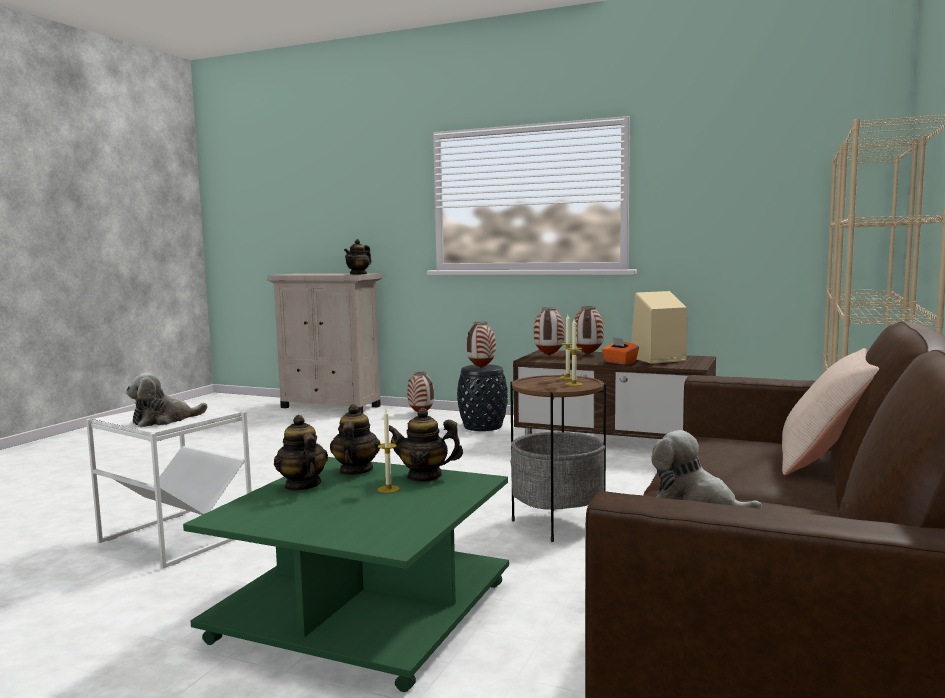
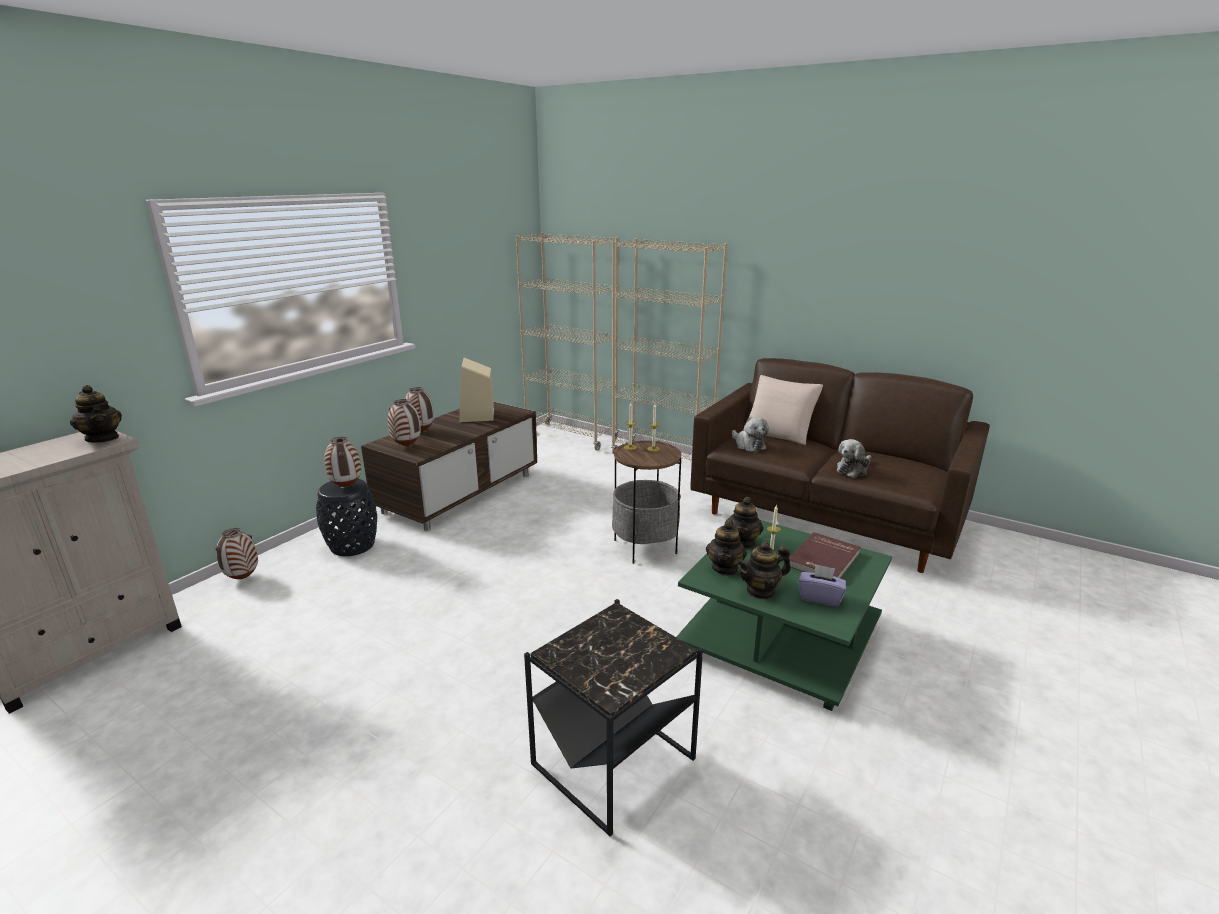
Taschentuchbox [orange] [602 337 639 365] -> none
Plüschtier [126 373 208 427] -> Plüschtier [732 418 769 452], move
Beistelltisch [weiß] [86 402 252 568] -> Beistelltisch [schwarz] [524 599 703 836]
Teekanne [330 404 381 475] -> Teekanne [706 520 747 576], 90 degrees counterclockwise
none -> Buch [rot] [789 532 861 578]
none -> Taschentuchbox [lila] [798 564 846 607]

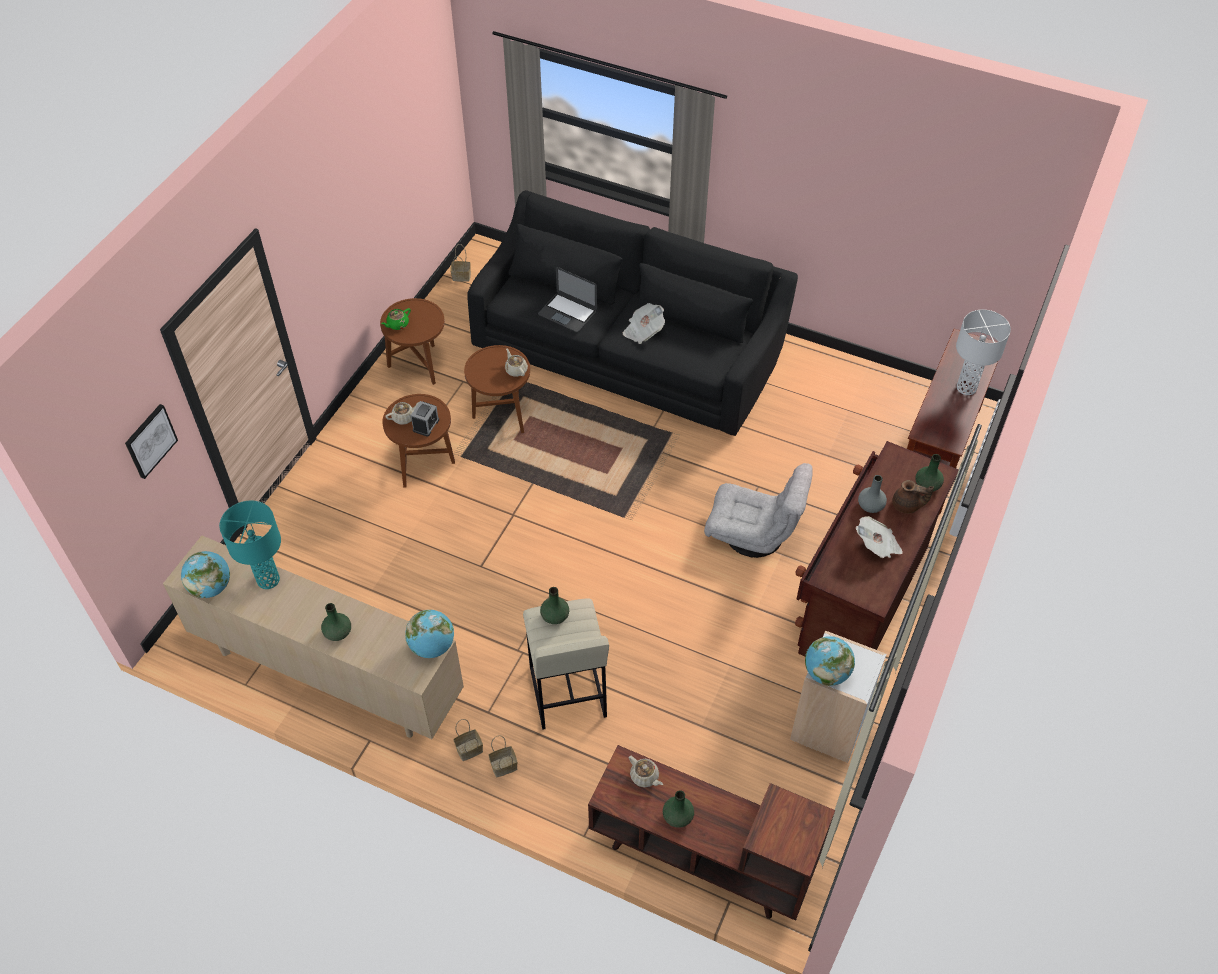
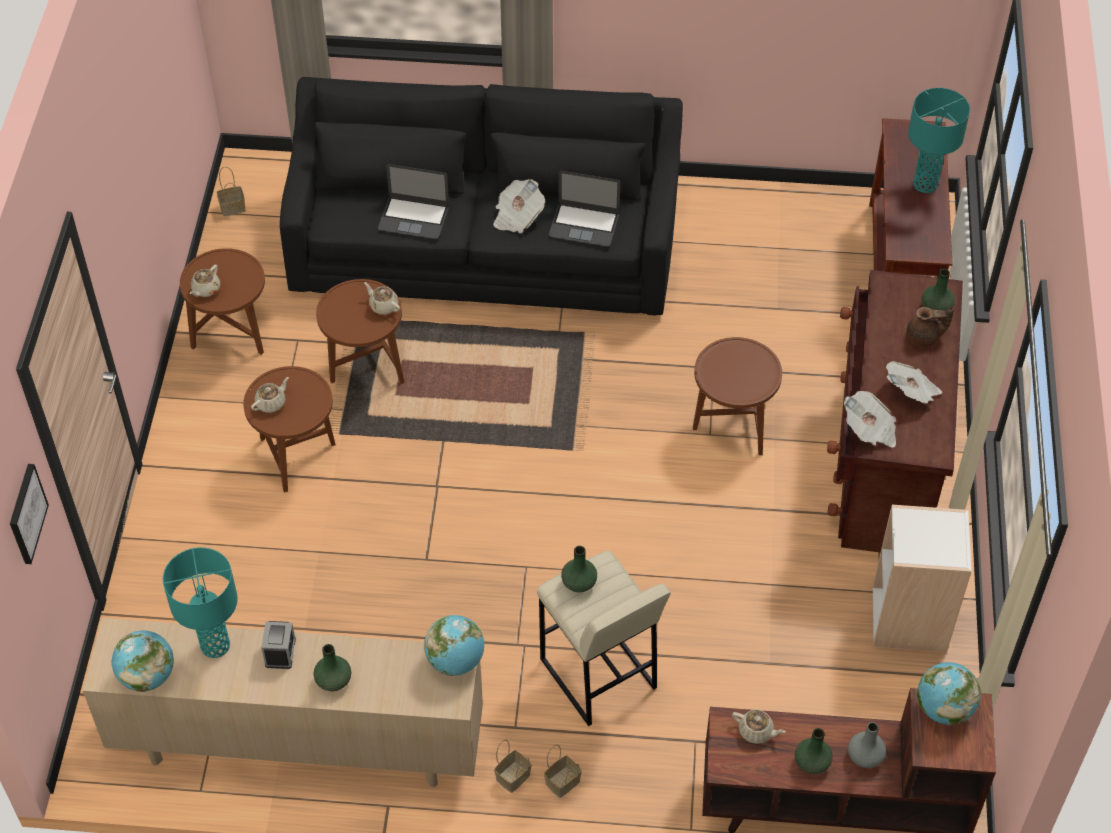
Teekanne [grün] [381 308 411 330] -> Teekanne [beige] [190 265 220 297]
Tischlampe [weiß] [956 310 1011 395] -> Tischlampe [türkis] [908 88 970 193]
Wecker [411 401 439 437] -> Wecker [261 621 296 669], move
Sessel [grau] [704 463 813 558] -> Beistelltisch [braun] [693 337 782 455]
Vase [grau] [858 475 887 513] -> Vase [grau] [848 722 886 768], move
Globus [805 636 855 686] -> Globus [917 662 981 725], move
none -> Laptop [549 171 621 247]
none -> Zeitung [844 391 896 448]

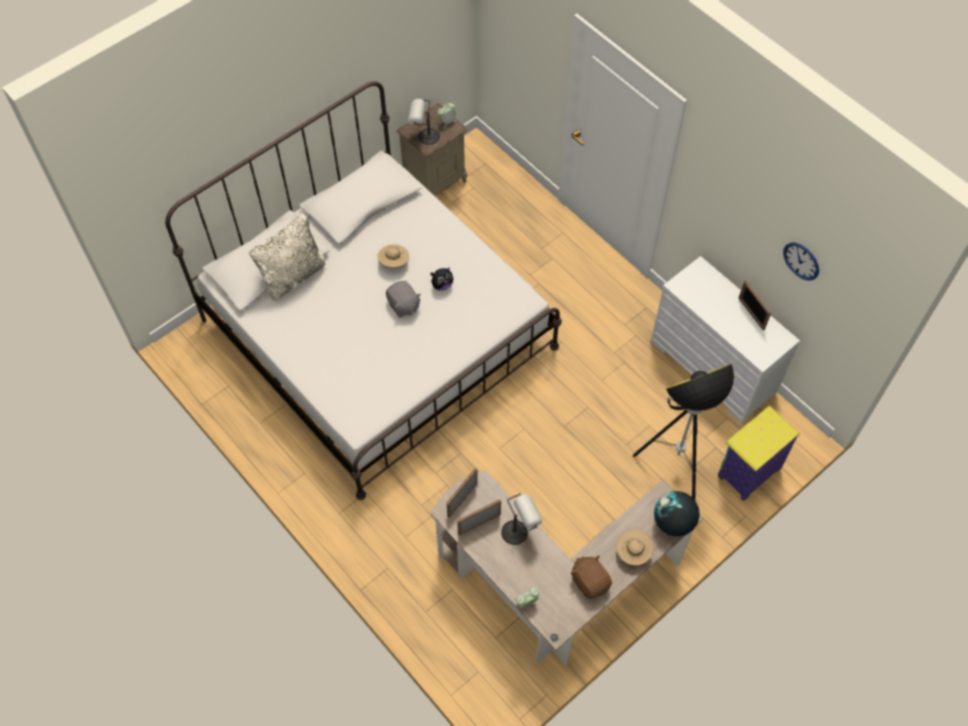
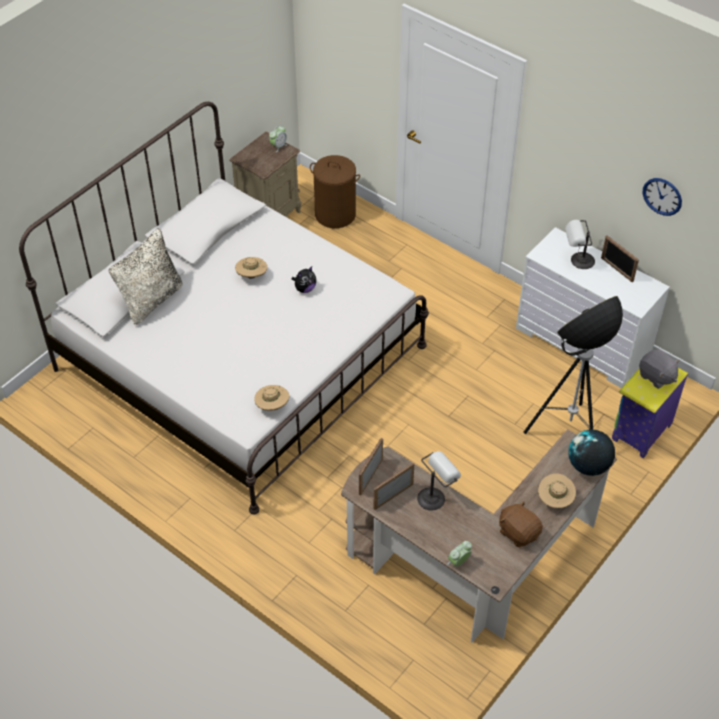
Tischlampe [408 99 440 145] -> Tischlampe [565 220 595 269], move
Plüschtier [grau] [386 281 421 318] -> Plüschtier [grau] [639 349 680 389], move
none -> Wäschekorb [braun] [310 155 360 228]
none -> Hut [beige] [254 385 289 411]

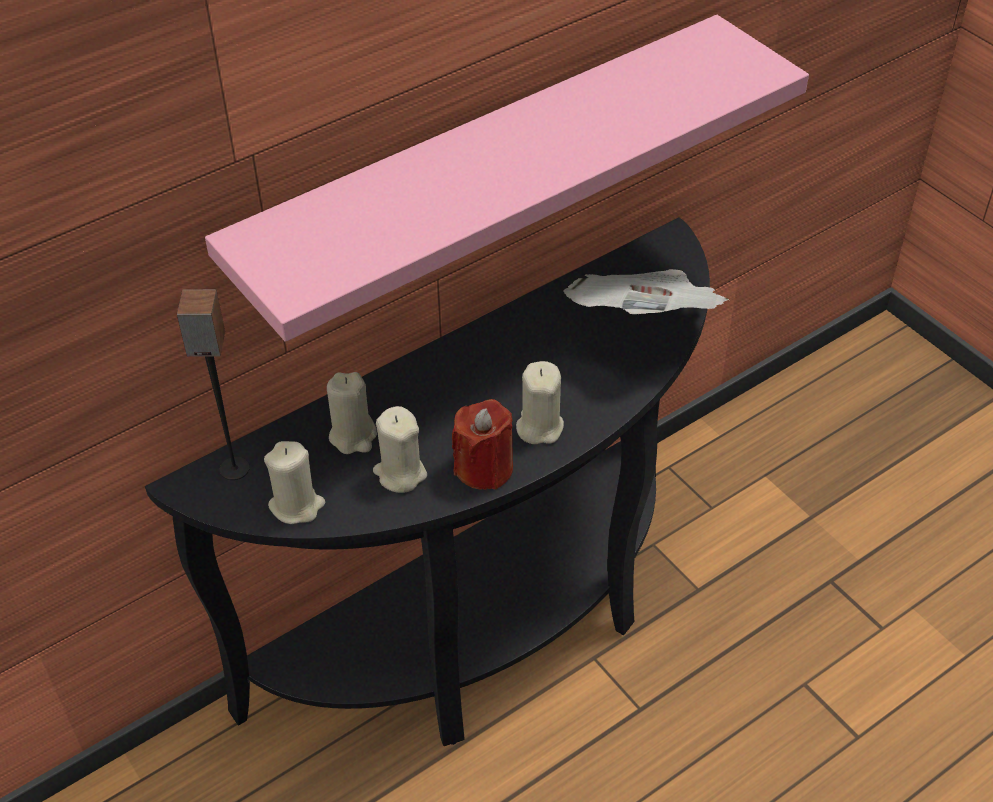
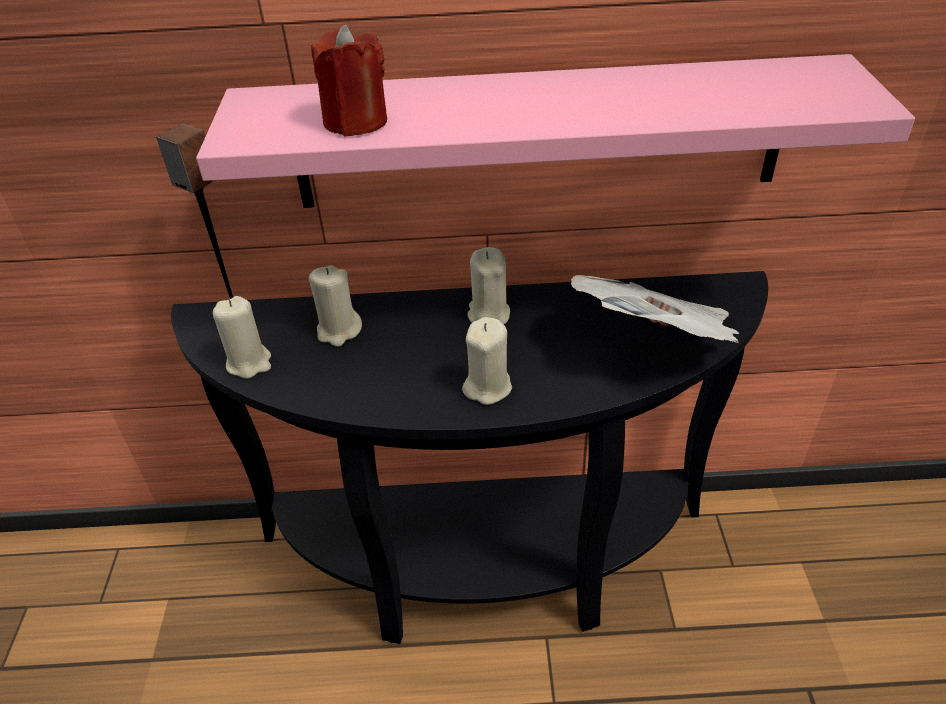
Kerze [rot] [452 399 513 490] -> Kerze [rot] [311 25 387 136], move
Kerze [beige] [373 406 427 493] -> Kerze [beige] [467 247 510 324], move

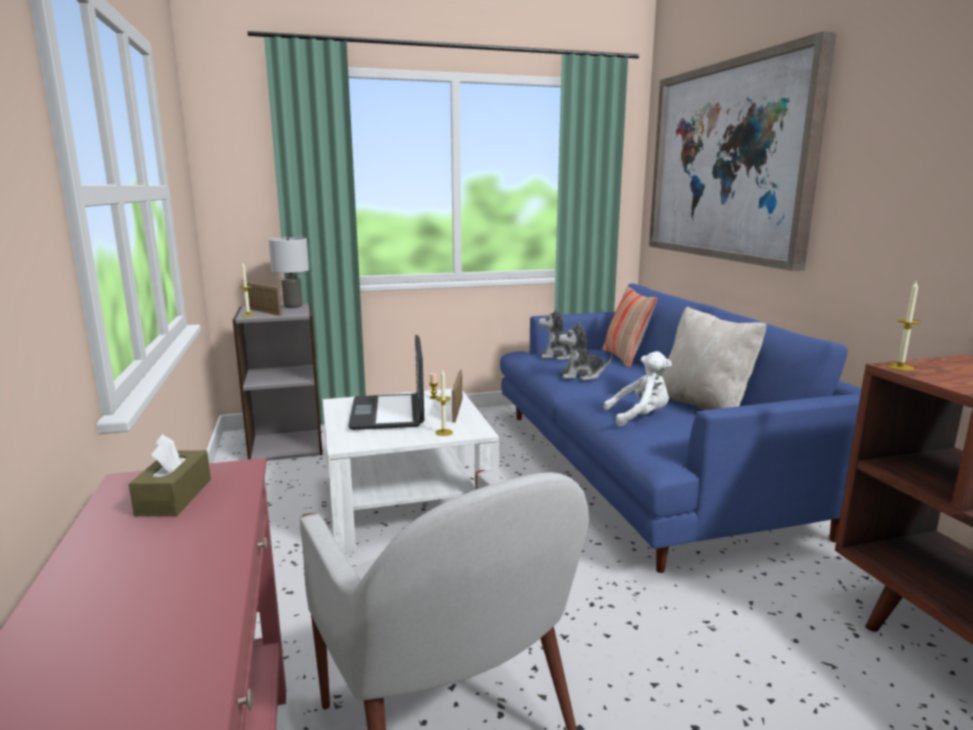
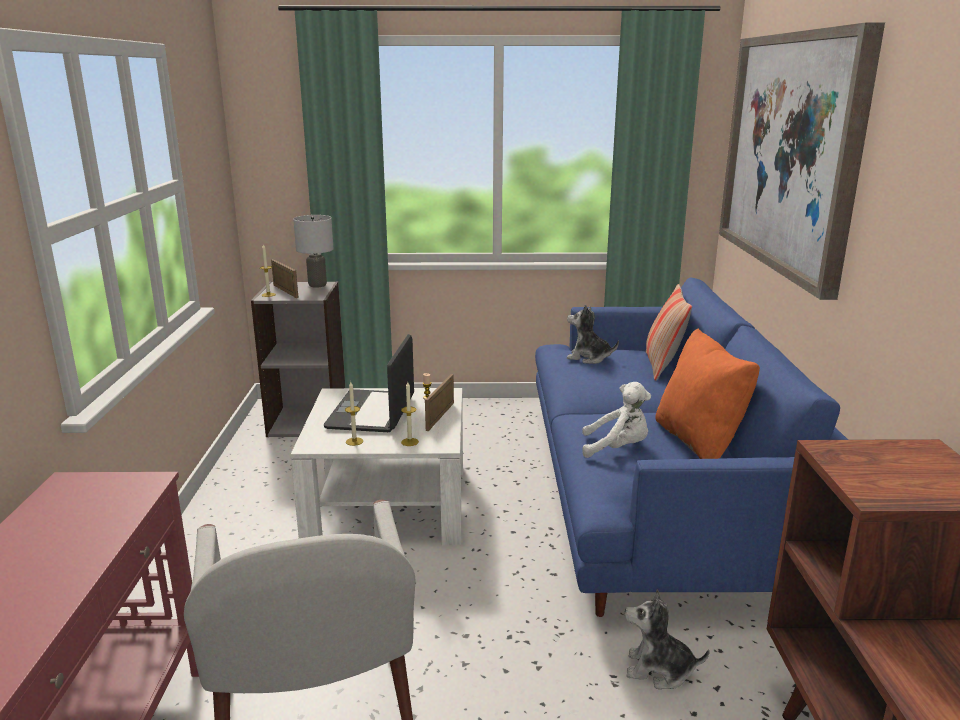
Kerze [887 281 921 371] -> Kerze [345 382 363 446], move
Kissen [beige] [662 307 767 410] -> Kissen [orange] [655 328 760 459]
Plüschtier [558 322 612 381] -> Plüschtier [625 589 710 689], move
Taschentuchbox [braun] [129 434 211 516] -> none

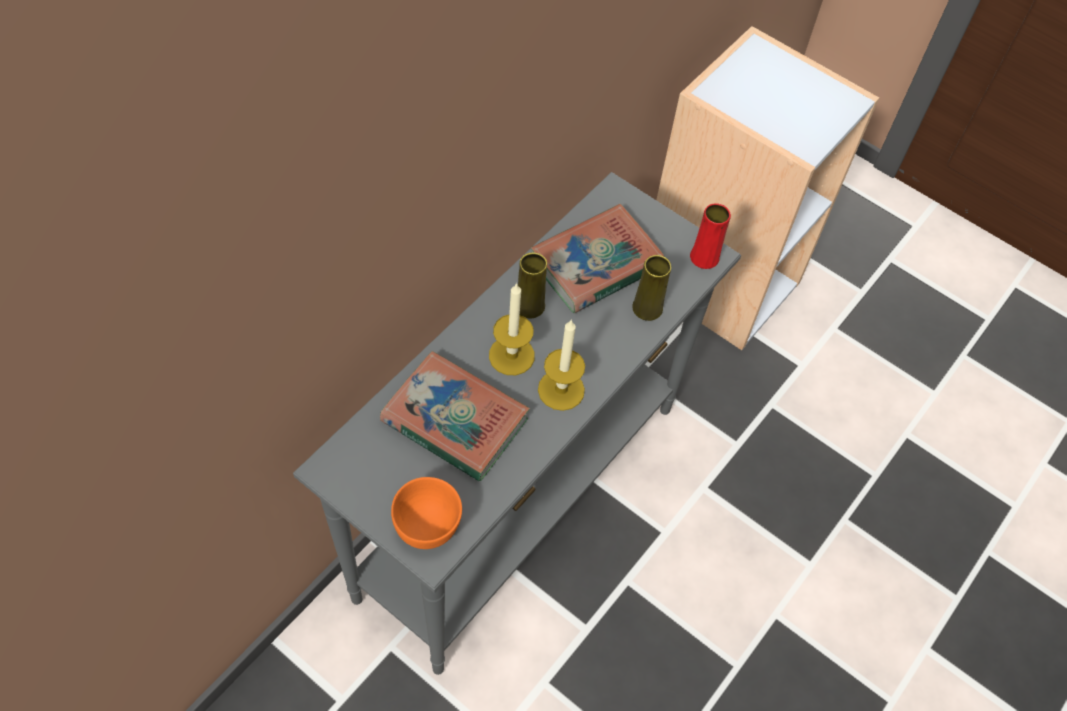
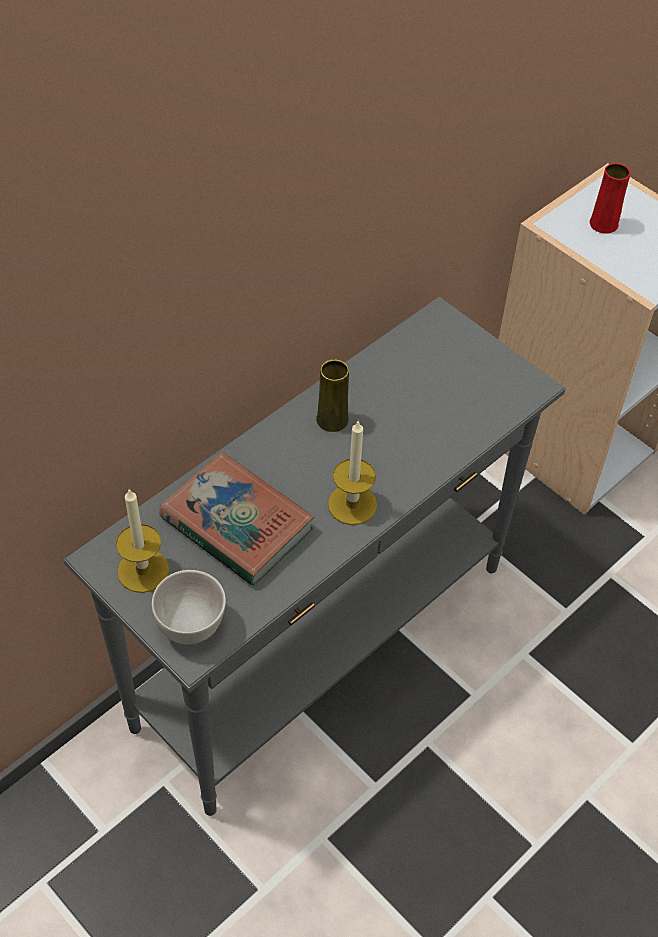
Vase [rot] [690 203 731 269] -> Vase [rot] [590 163 630 234], move
Buch [531 204 665 313] -> none
Vase [gelb] [632 255 671 321] -> none
Kerze [489 282 535 375] -> Kerze [116 489 169 593], move
Schüssel [orange] [391 477 462 549] -> Schüssel [weiß] [152 570 226 645]

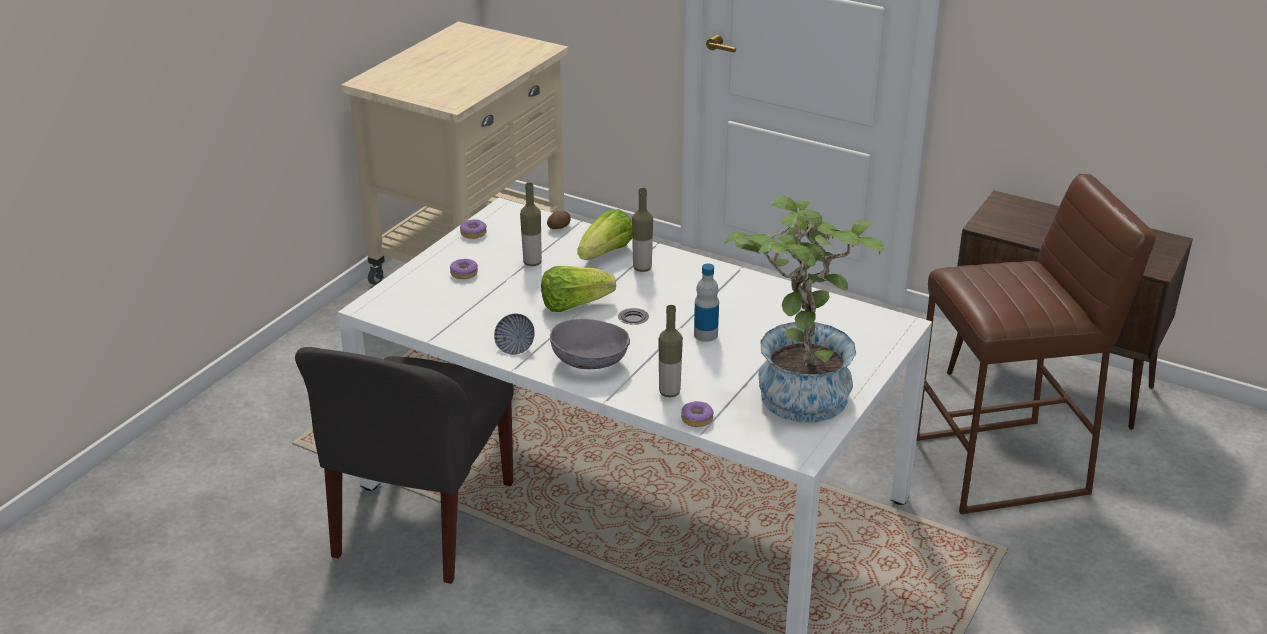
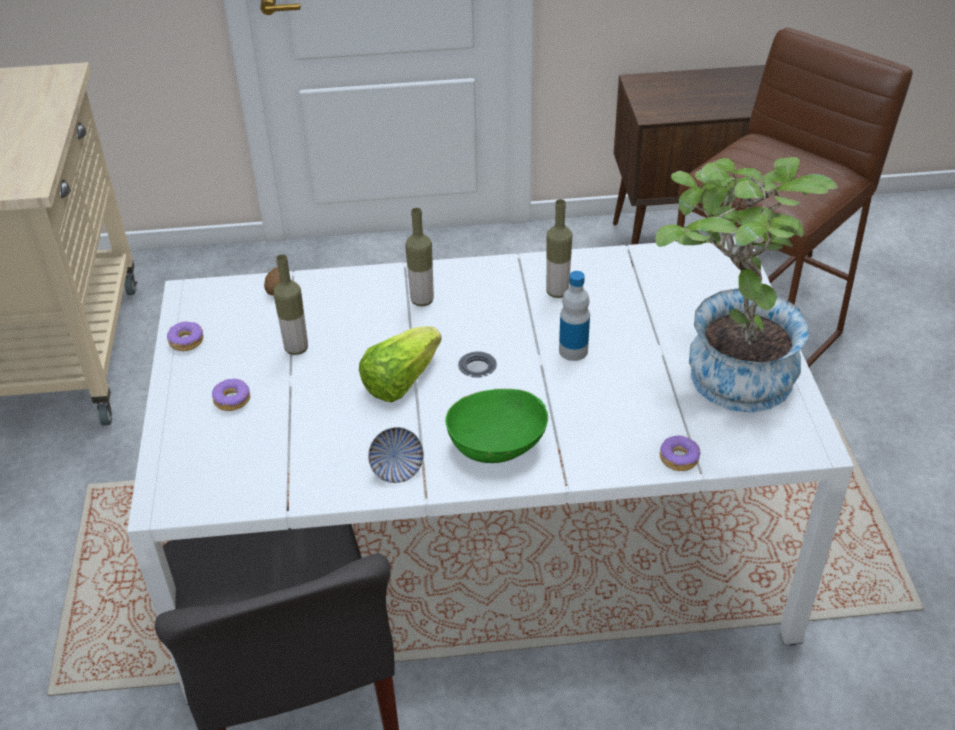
Salatkopf [577 209 632 260] -> none
Flasche [659 305 683 397] -> Flasche [546 199 573 298], move
Schüssel [grau] [550 319 630 369] -> Schüssel [grün] [445 388 548 463]

